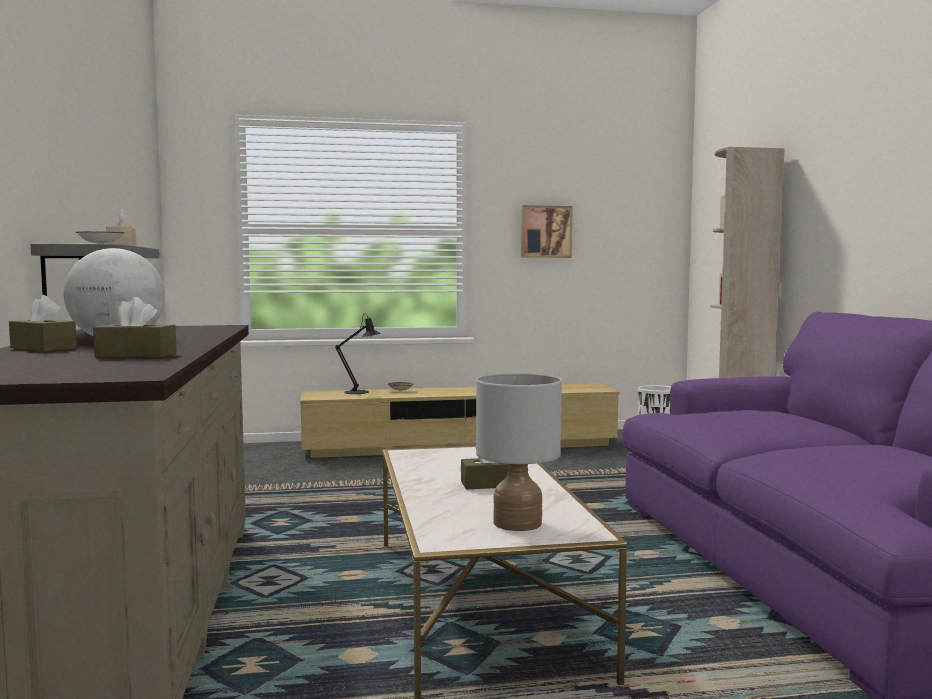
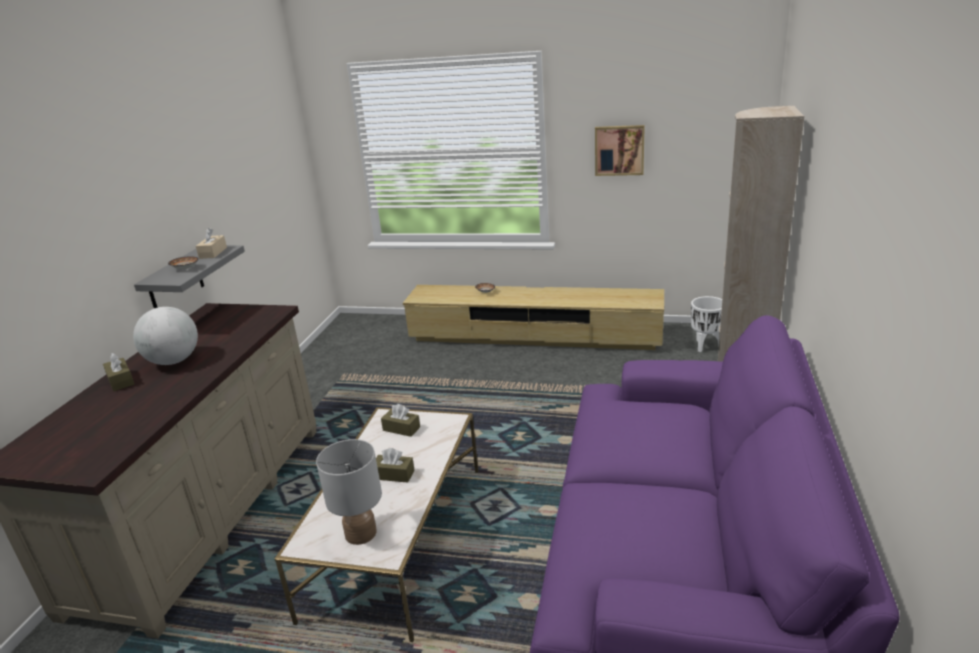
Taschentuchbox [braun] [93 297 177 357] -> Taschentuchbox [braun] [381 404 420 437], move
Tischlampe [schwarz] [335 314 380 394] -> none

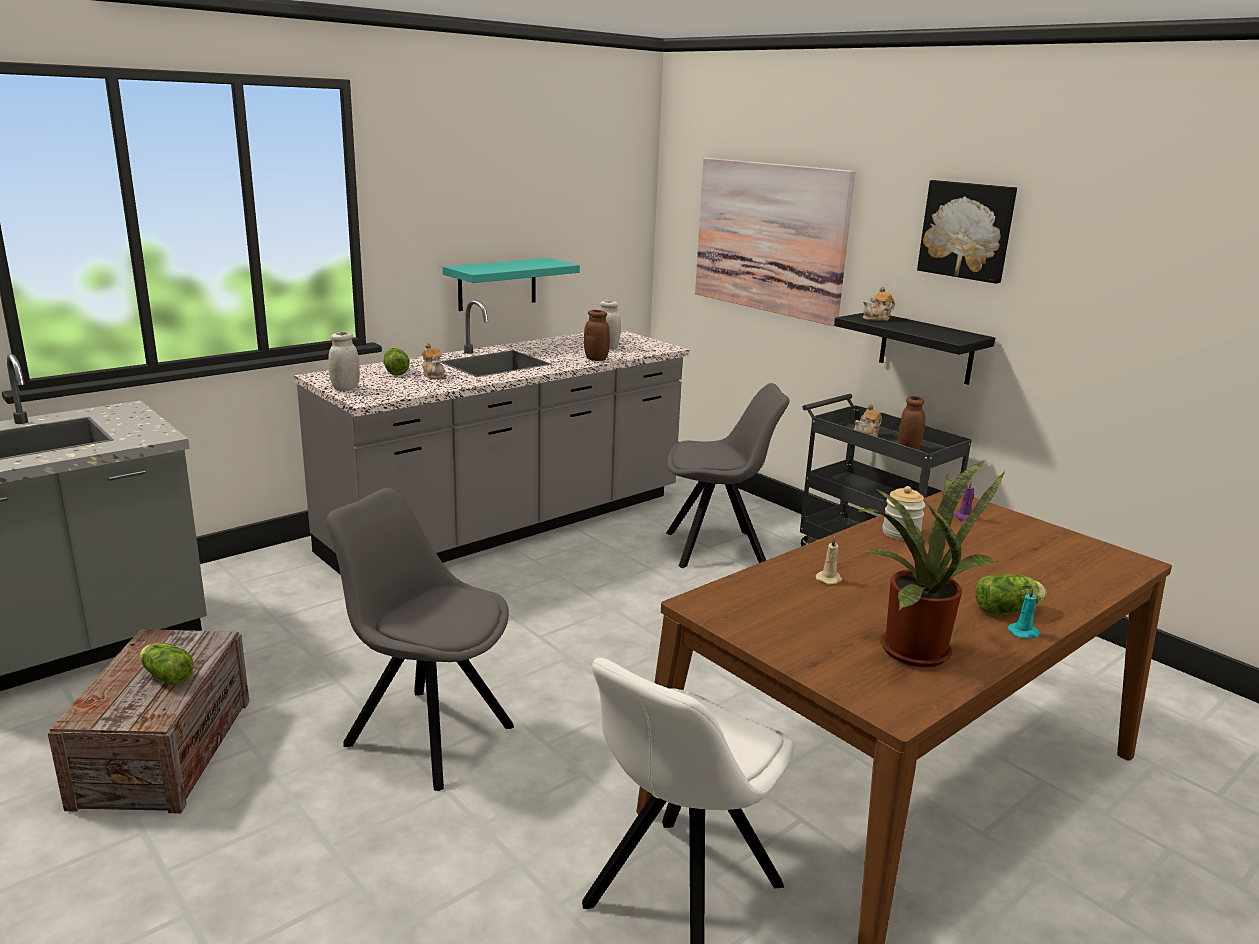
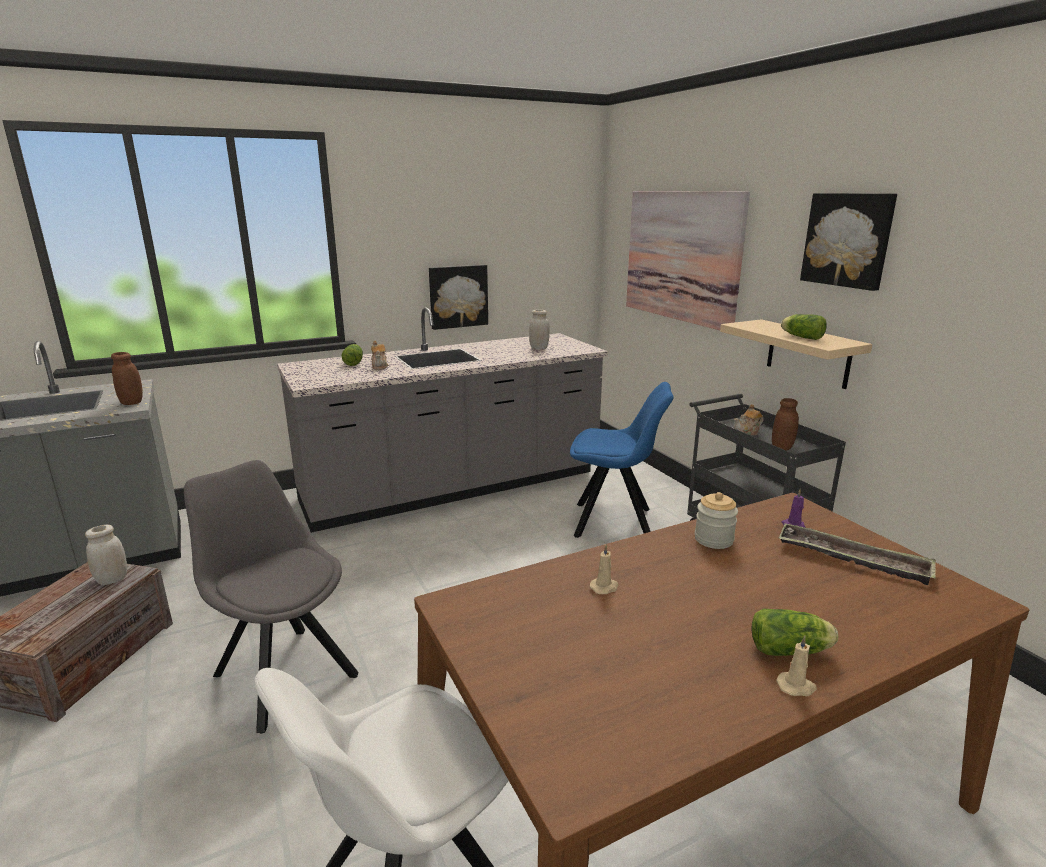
Wandregal [türkis] [443 258 580 311] -> Bild [429 265 488 330]
Teekanne [863 287 895 321] -> none
Vorratsglas [braun] [584 310 610 361] -> Vorratsglas [braun] [111 352 143 405], move
Wandregal [schwarz] [834 313 995 385] -> Wandregal [beige] [720 319 872 389]
Vorratsglas [weiß] [328 332 360 391] -> Vorratsglas [weiß] [85 525 127 585], move
Stuhl [grau] [666 383 790 568] -> Stuhl [blau] [570 382 674 538]
Topfpflanze [856 460 1005 667] -> none
Kerze [türkis] [1008 587 1040 639] -> Kerze [beige] [776 635 817 696]
Salatkopf [140 643 194 685] -> Salatkopf [781 314 827 340], move
none -> Tablett [779 523 936 585]

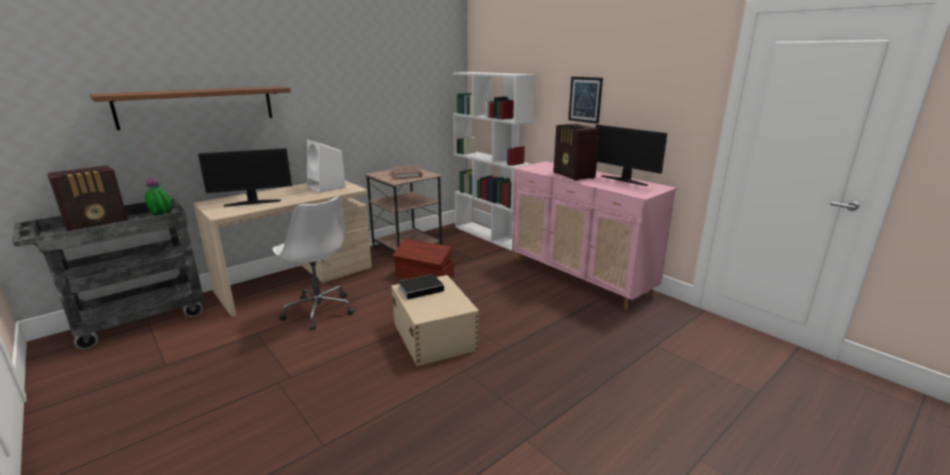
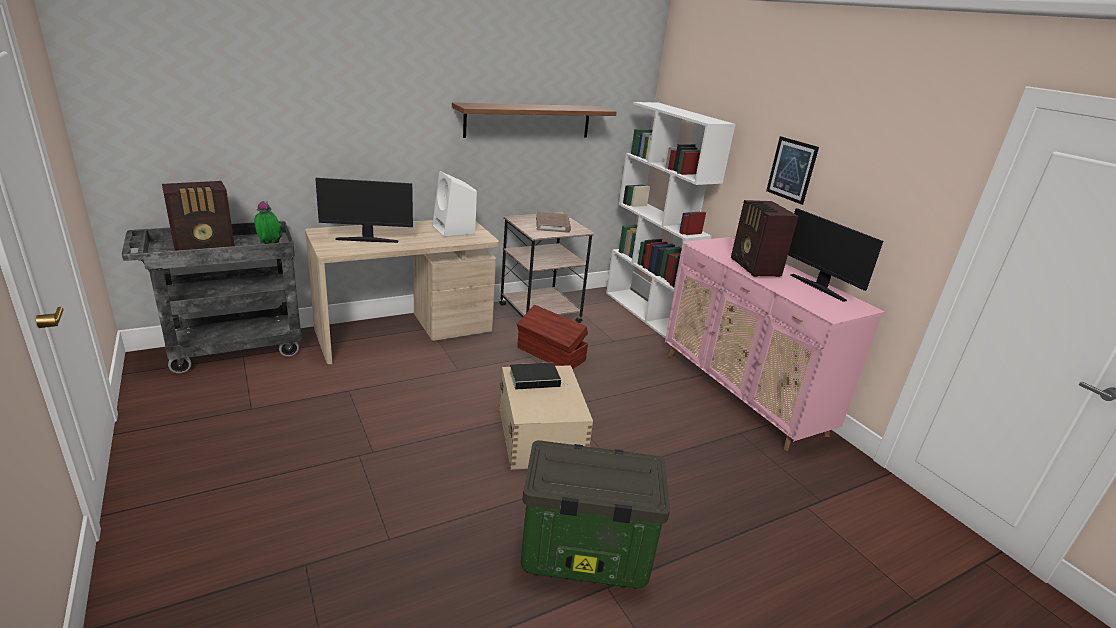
Wandregal [90 86 291 130] -> Wandregal [452 103 617 138], move
Bürostuhl [weiß] [273 197 355 330] -> none
none -> Aufbewahrungsbox [521 440 670 588]

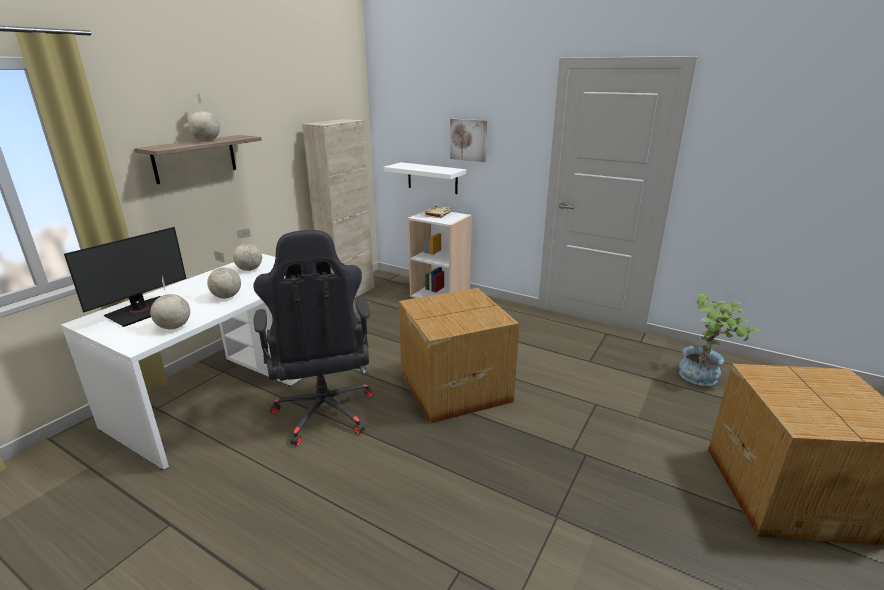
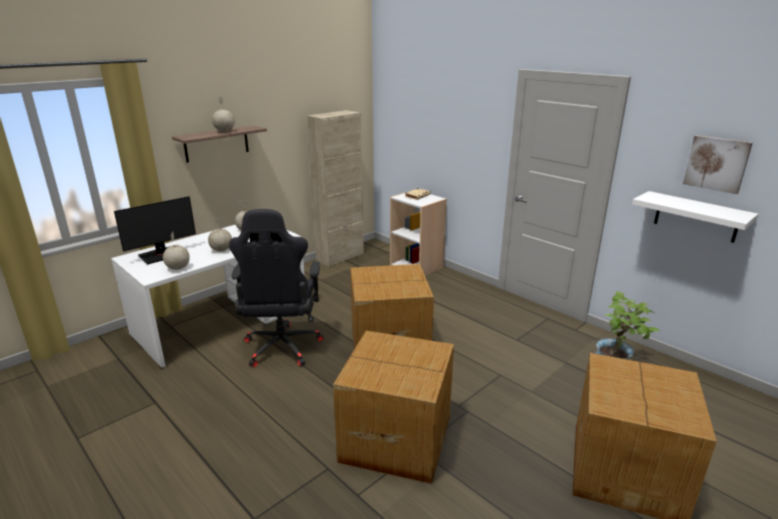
Bild [450 118 487 162] -> Bild [683 135 752 194], move
Wandregal [weiß] [383 162 466 194] -> Wandregal [weiß] [632 191 758 243], move
none -> Karton [333 331 454 484]

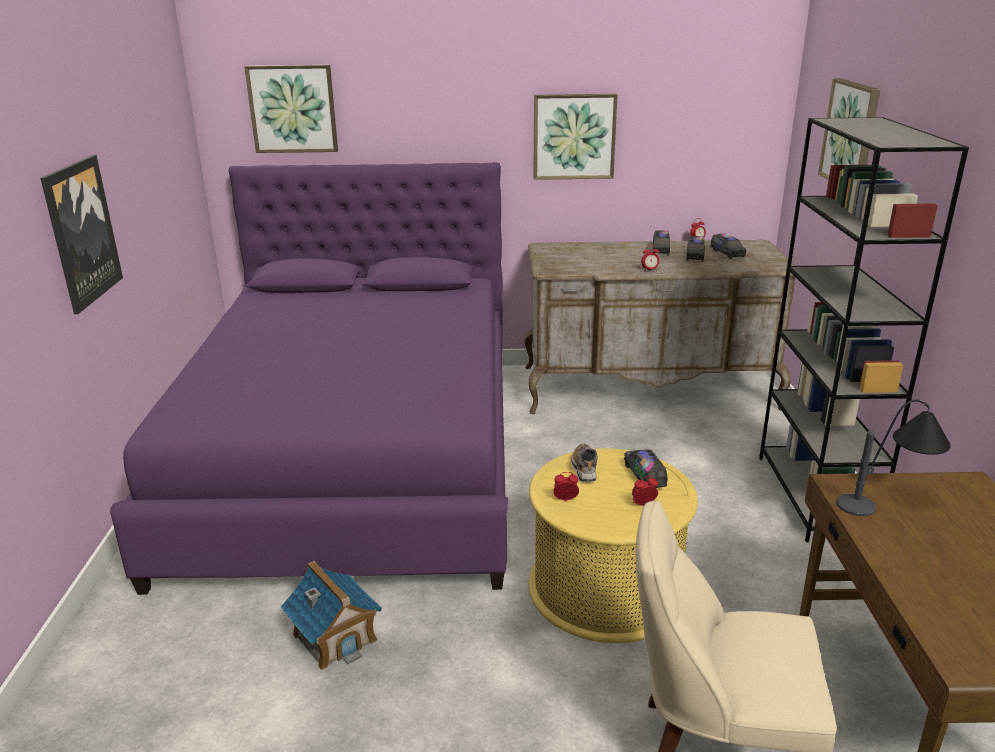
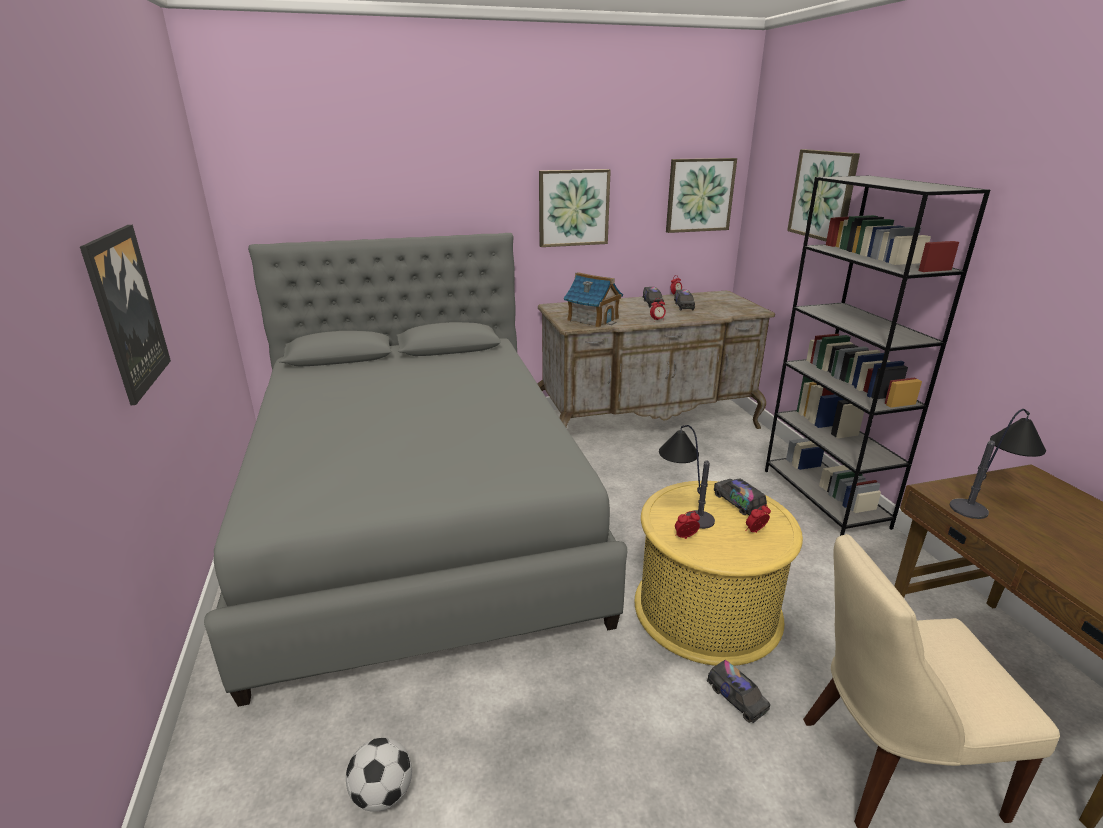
Bild [244 65 338 153] -> Bild [666 158 737 233], move
Bett [lila] [110 162 508 595] -> Bett [grau] [204 233 627 707]
Spielzeuglaster [710 233 746 259] -> Spielzeuglaster [707 660 770 723], move
Schuh [571 444 598 483] -> Tischlampe [659 425 715 529]
Spielzeughaus [280 561 382 670] -> Spielzeughaus [564 272 623 328], move
none -> Fußball [346 738 412 812]

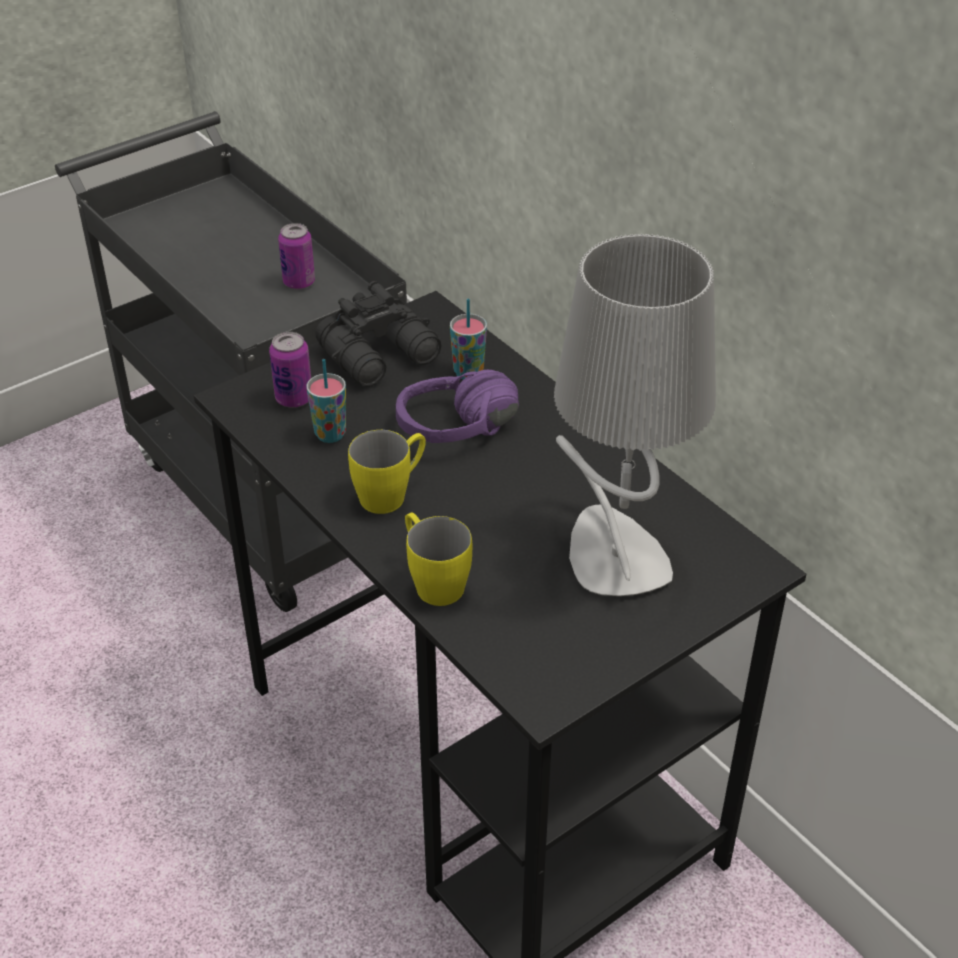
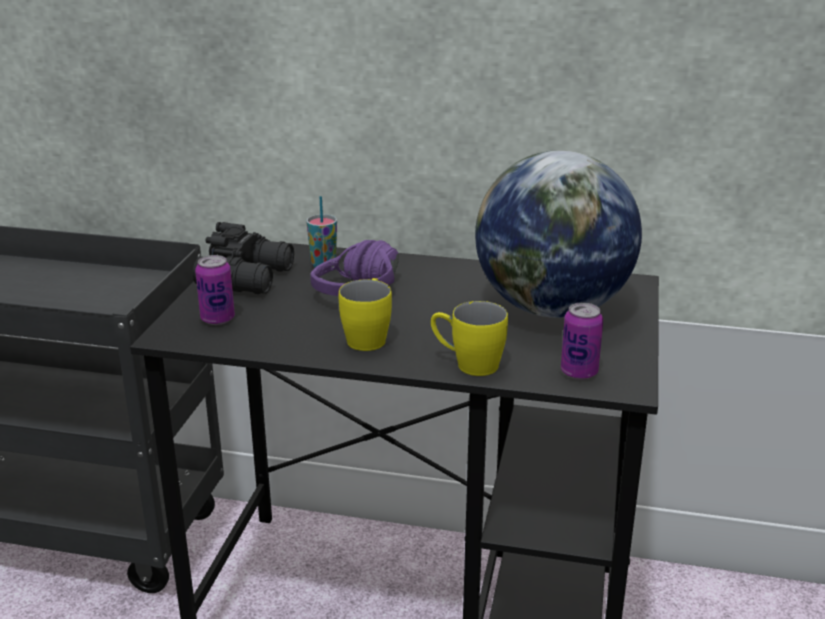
Dose [278 223 315 289] -> Dose [561 303 603 380], move
Tischlampe [grau] [554 234 716 596] -> Globus [475 150 642 318]
Tasse [306 359 346 443] -> none

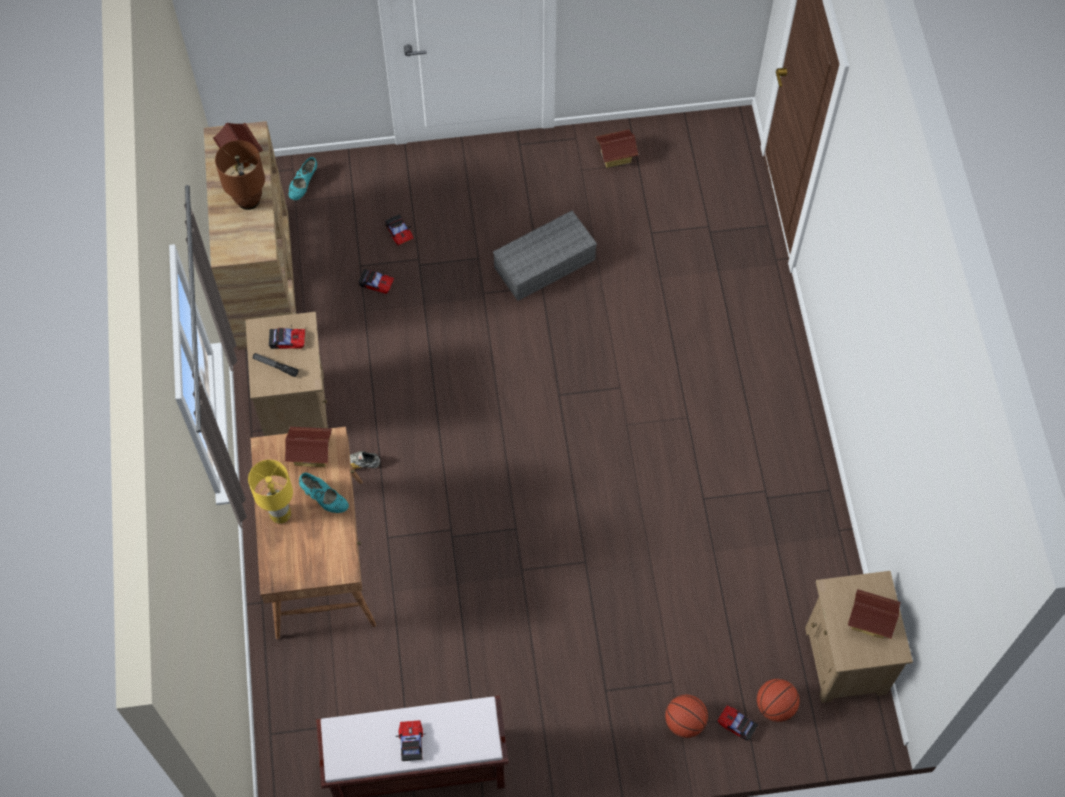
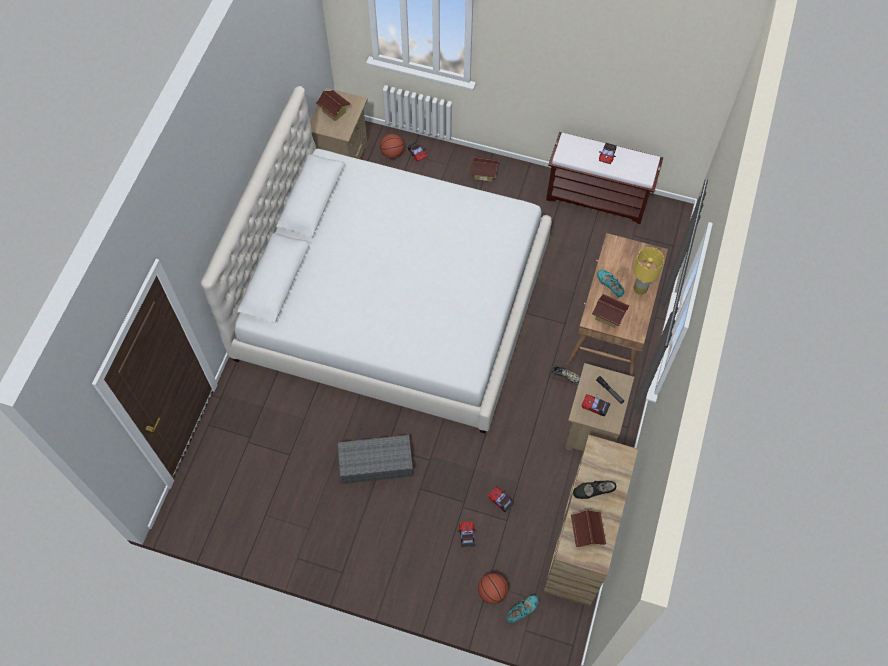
Spielzeughaus [596 129 639 168] -> Spielzeughaus [471 156 499 182], move
Tischlampe [braun] [215 140 265 210] -> Schuh [schwarz] [573 480 616 499]
Basketball [665 695 708 738] -> Basketball [478 573 508 604], move
none -> Bett [weiß] [201 86 552 433]

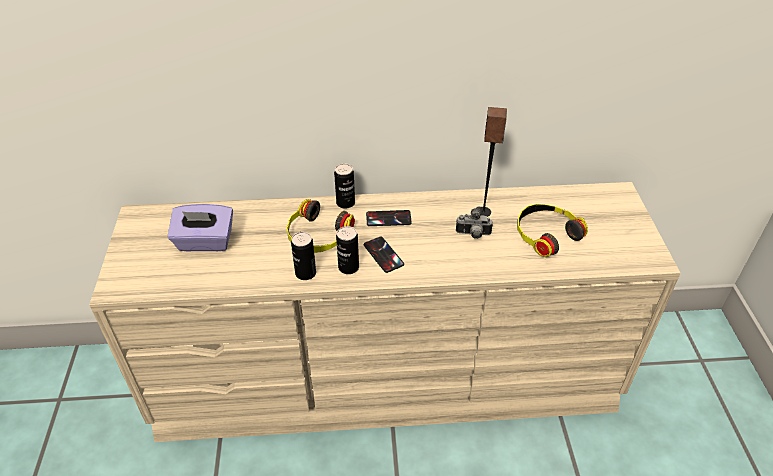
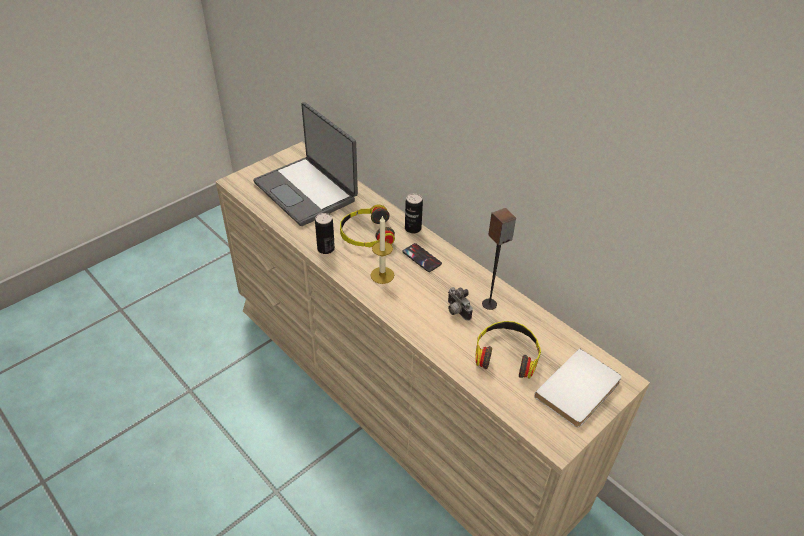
Taschentuchbox [lila] [168 204 233 251] -> Laptop [253 102 358 226]
Dose [336 226 359 274] -> none
Handy [364 237 404 273] -> Kerze [370 215 394 284]
none -> Buch [weiß] [534 348 622 428]

